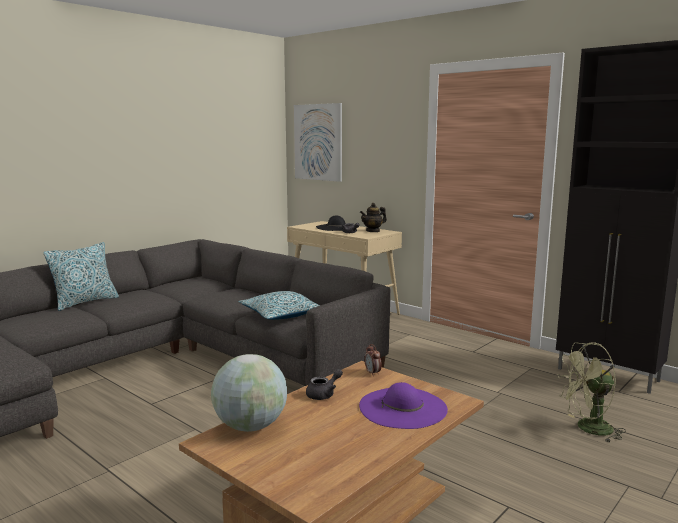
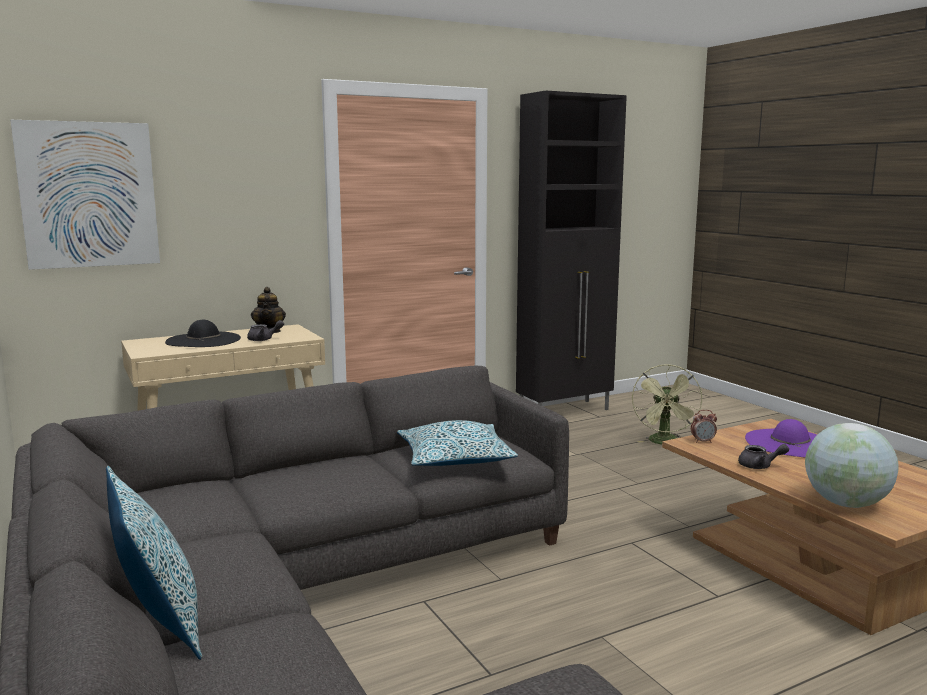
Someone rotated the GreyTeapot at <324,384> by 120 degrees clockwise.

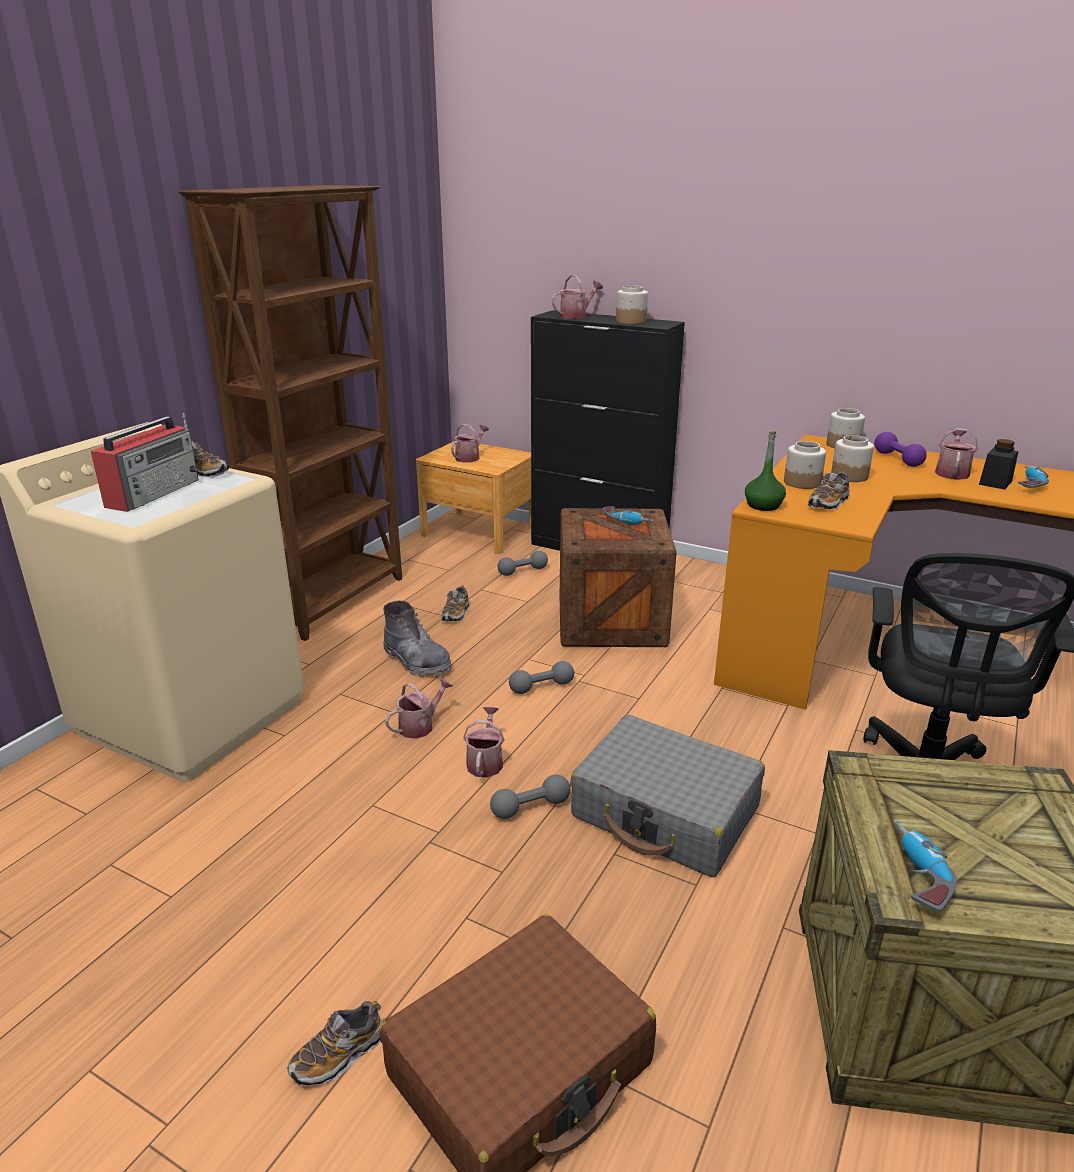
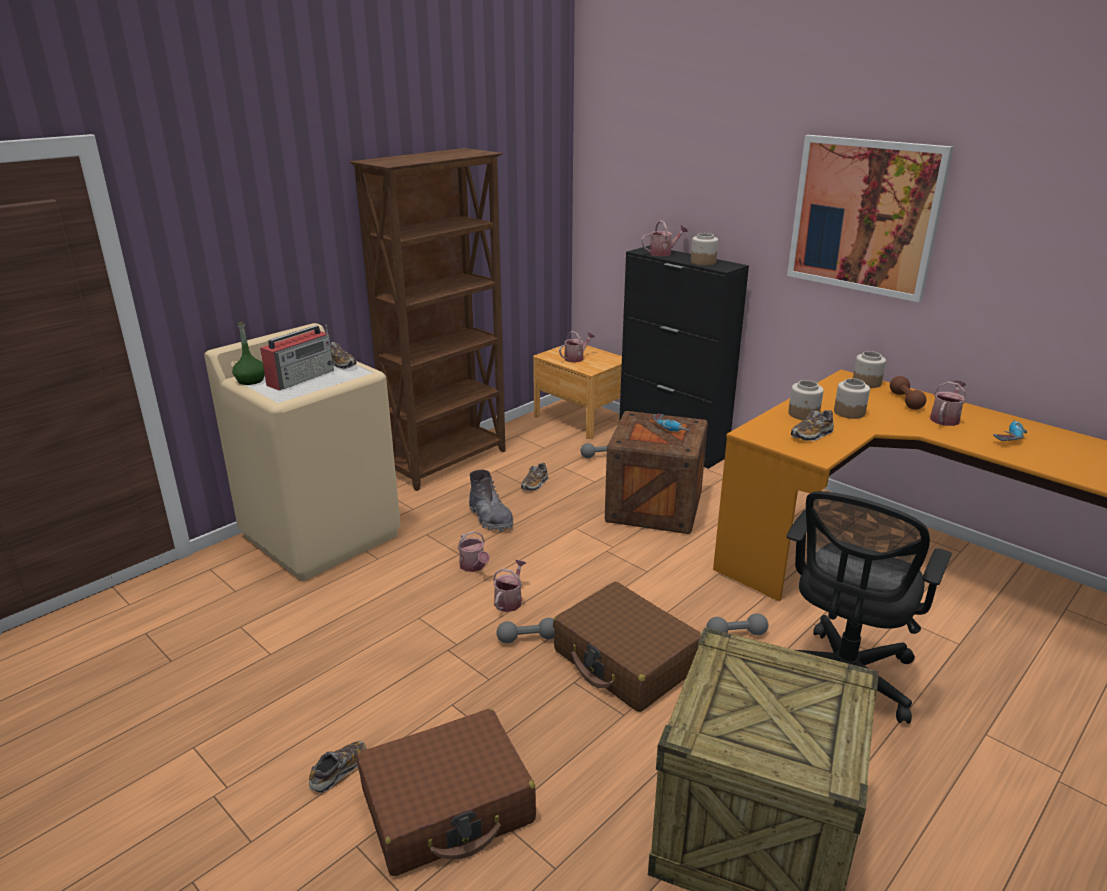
Someone rotated the Shoe at <335,1043> by 150 degrees clockwise.
Someone rotated the WateringCan at <419,708> by 90 degrees clockwise.
Someone carried the GreyDumbbell from <541,677> to <737,624>.
Someone repainted the GreySuitcase at <667,796>, which became the BrownSuitcase at <627,647>.
Someone carried the GreenBottle from <765,471> to <248,353>.
Someone repainted the PurpleDumbbell at <900,449>, which became the BrownDumbbell at <908,393>.
Someone took away the PowerDrill at <925,865>.
Someone took away the BlackJar at <999,464>.
Someone put up the Picture at <870,218>.

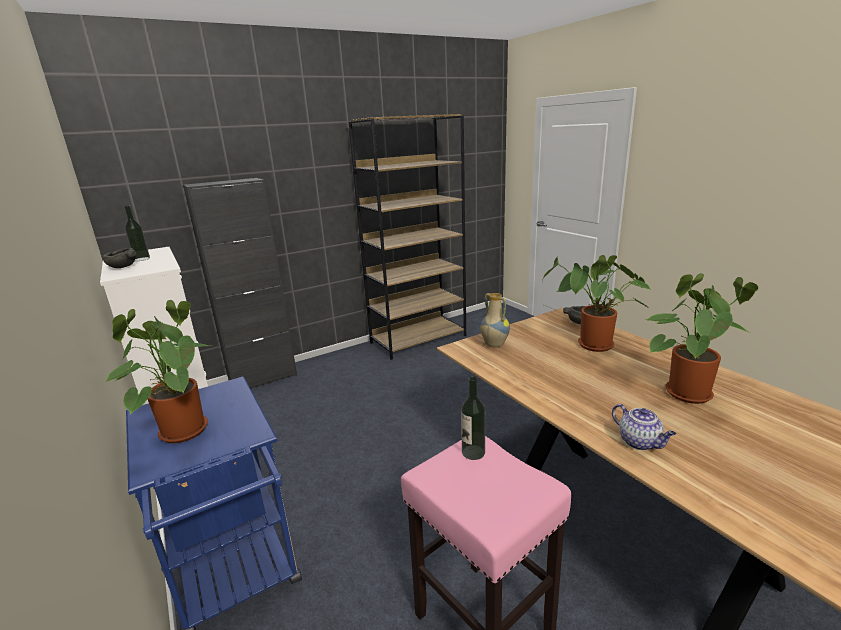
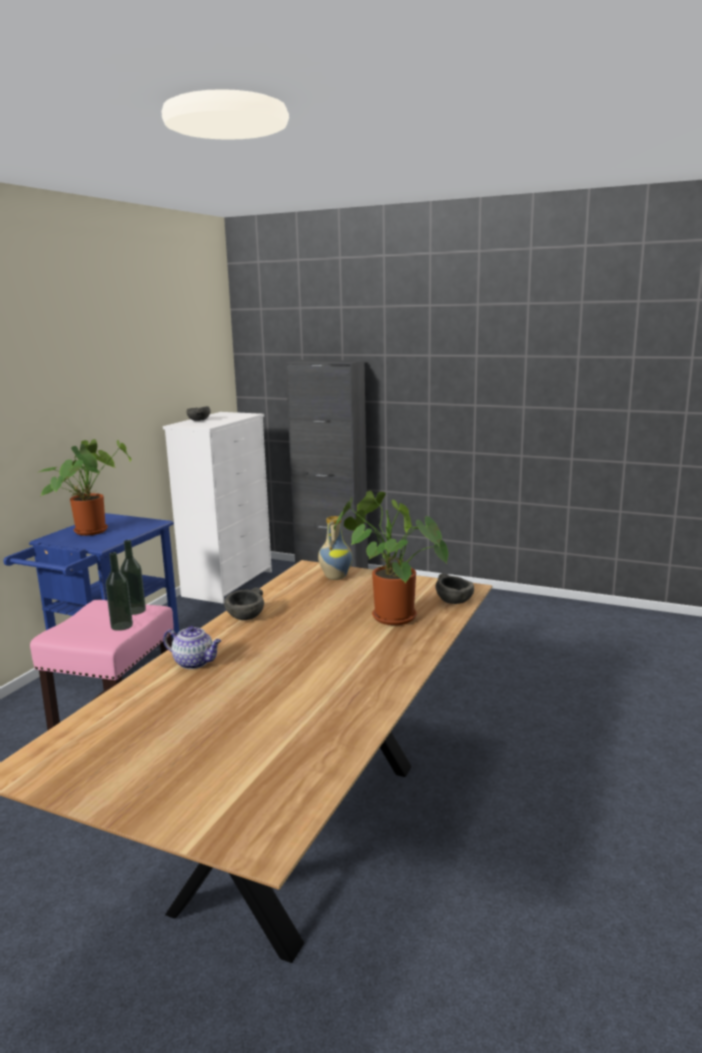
Someone carried the Bottle from <137,233> to <119,591>.
Someone took away the BrownBookcase at <407,237>.
Someone rotated the Teapot at <644,427> by 90 degrees counterclockwise.
Someone took away the PottedPlant at <702,338>.
Someone put down the GreyBowl at <244,603>.

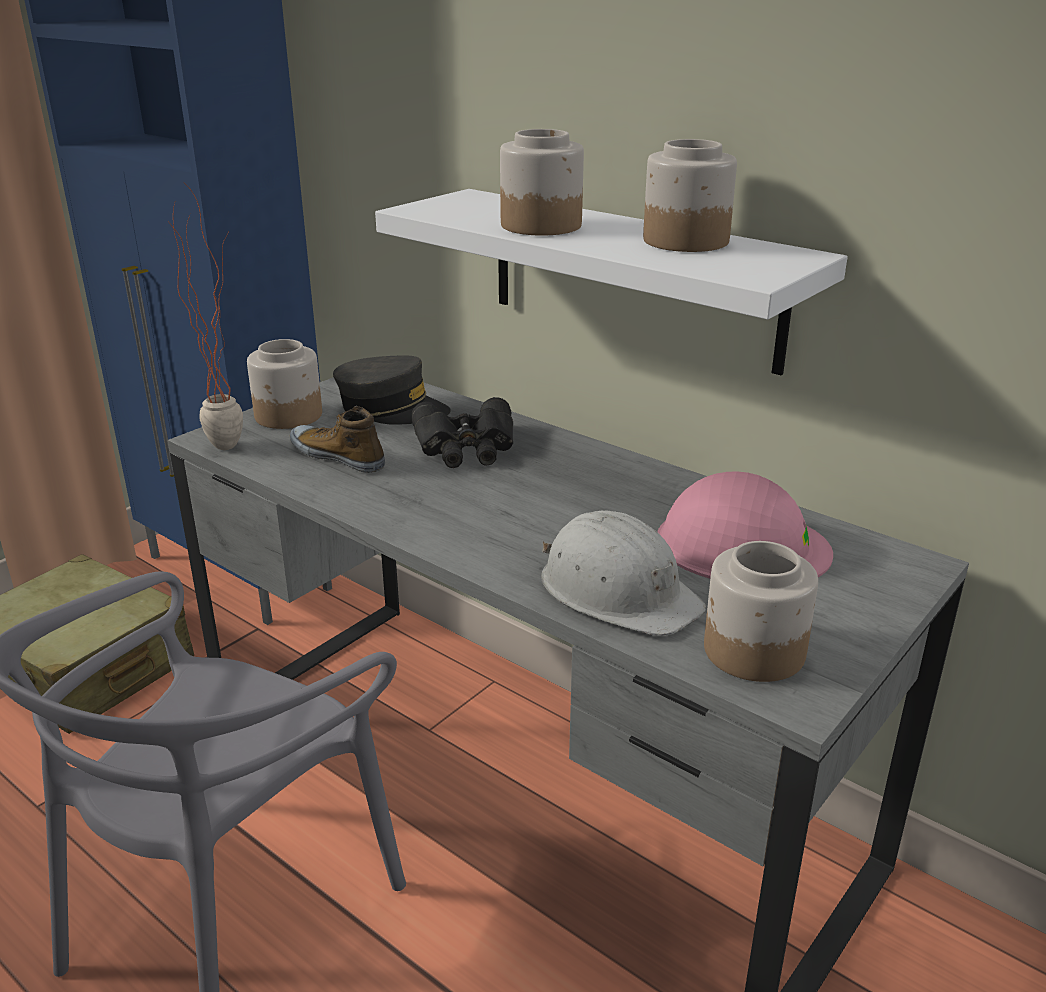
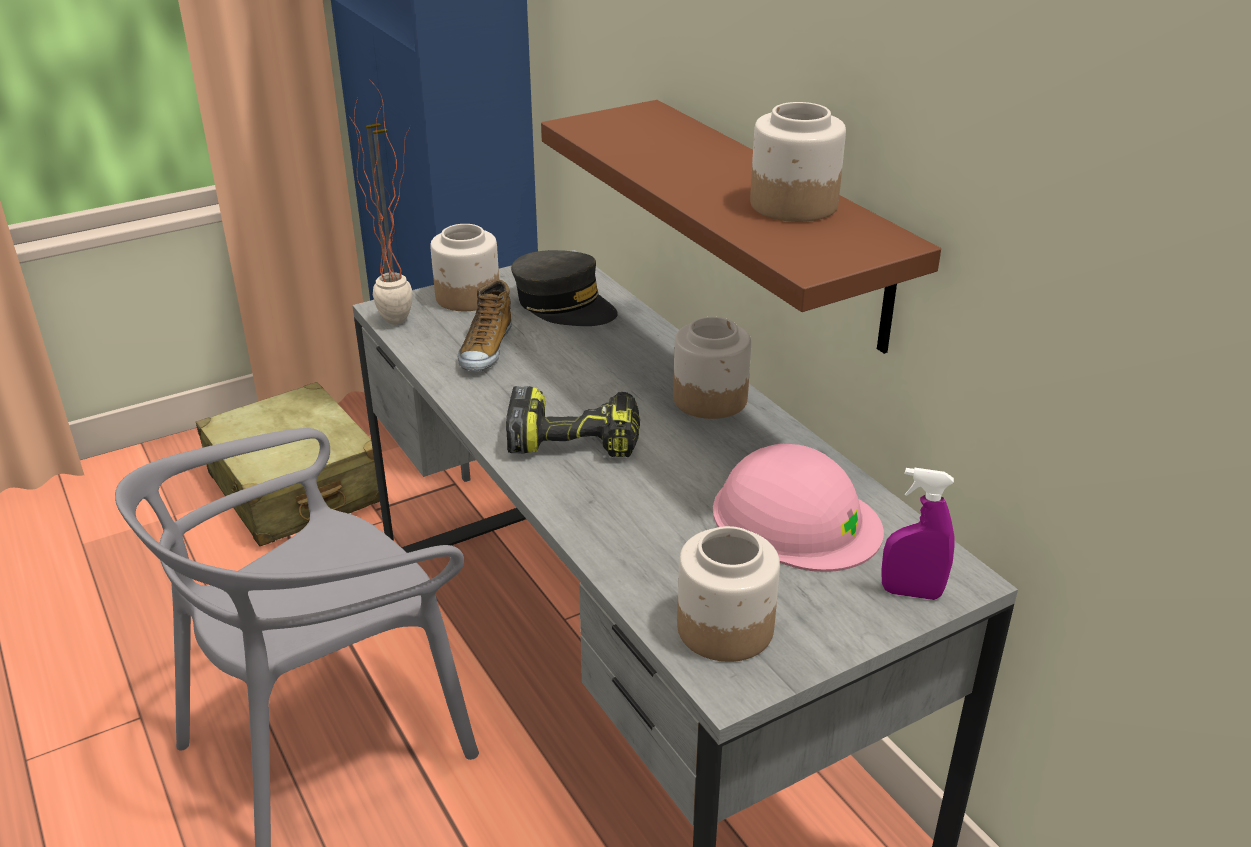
Someone rotated the Shoe at <337,439> by 135 degrees counterclockwise.
Someone repainted the WhiteShelf at <611,282>, which became the BrownShelf at <741,227>.
Someone took away the BlackBinoculars at <462,432>.
Someone carried the Jar from <542,182> to <712,368>.
Someone took away the WhiteHardHat at <623,573>.
Someone put down the PowerDrill at <573,421>.
Someone put down the PurpleSprayBottle at <918,534>.

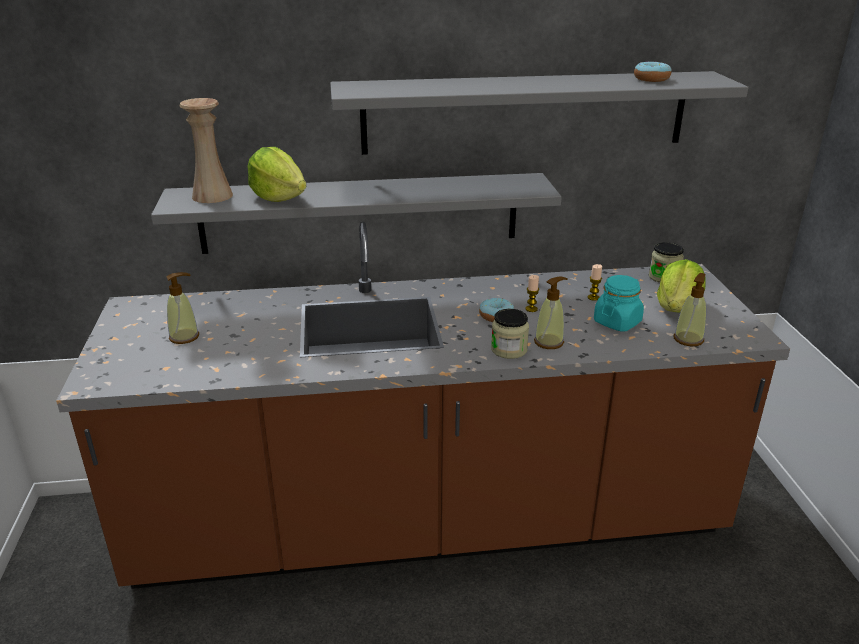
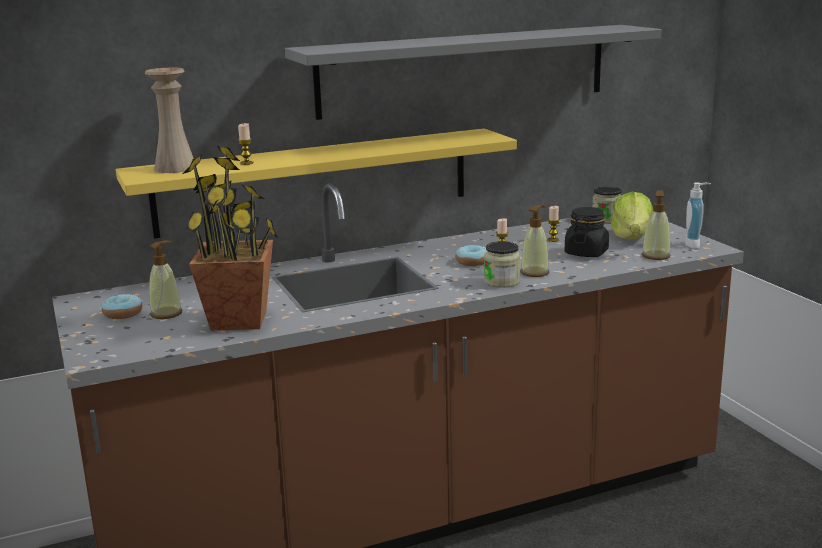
Someone repainted the GreyShelf at <356,213>, which became the YellowShelf at <316,184>.
Someone swapped the Lettuce at <276,174> for the Candle at <246,144>.
Someone repainted the TurquoiseJar at <619,303>, which became the BlackJar at <586,232>.
Someone carried the Donut from <653,72> to <122,306>.
Someone put down the PottedPlant at <230,238>.
Someone put down the SoapDispenser at <698,215>.

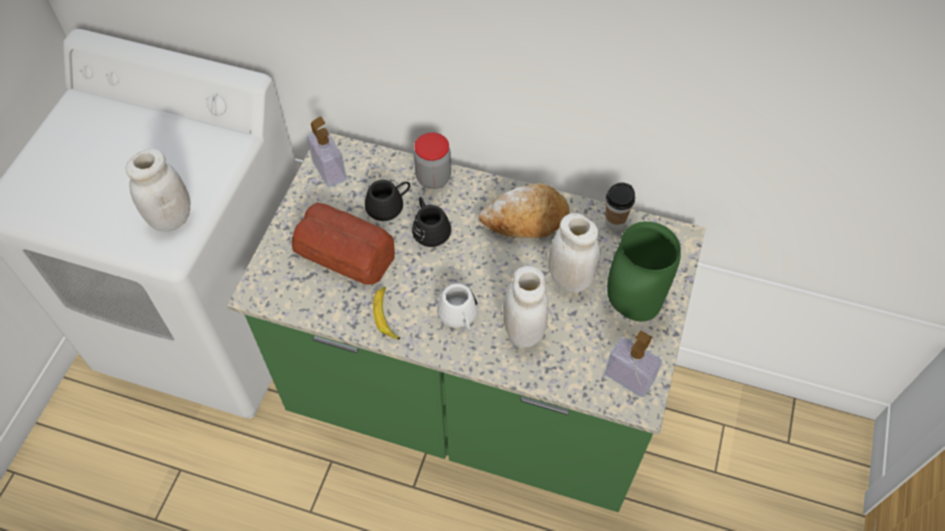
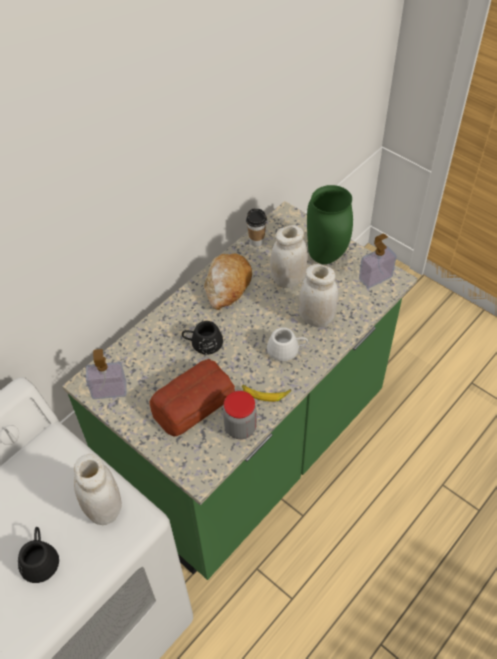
Someone carried the BlackMug from <387,200> to <38,555>.
Someone carried the Jar from <432,161> to <240,415>.

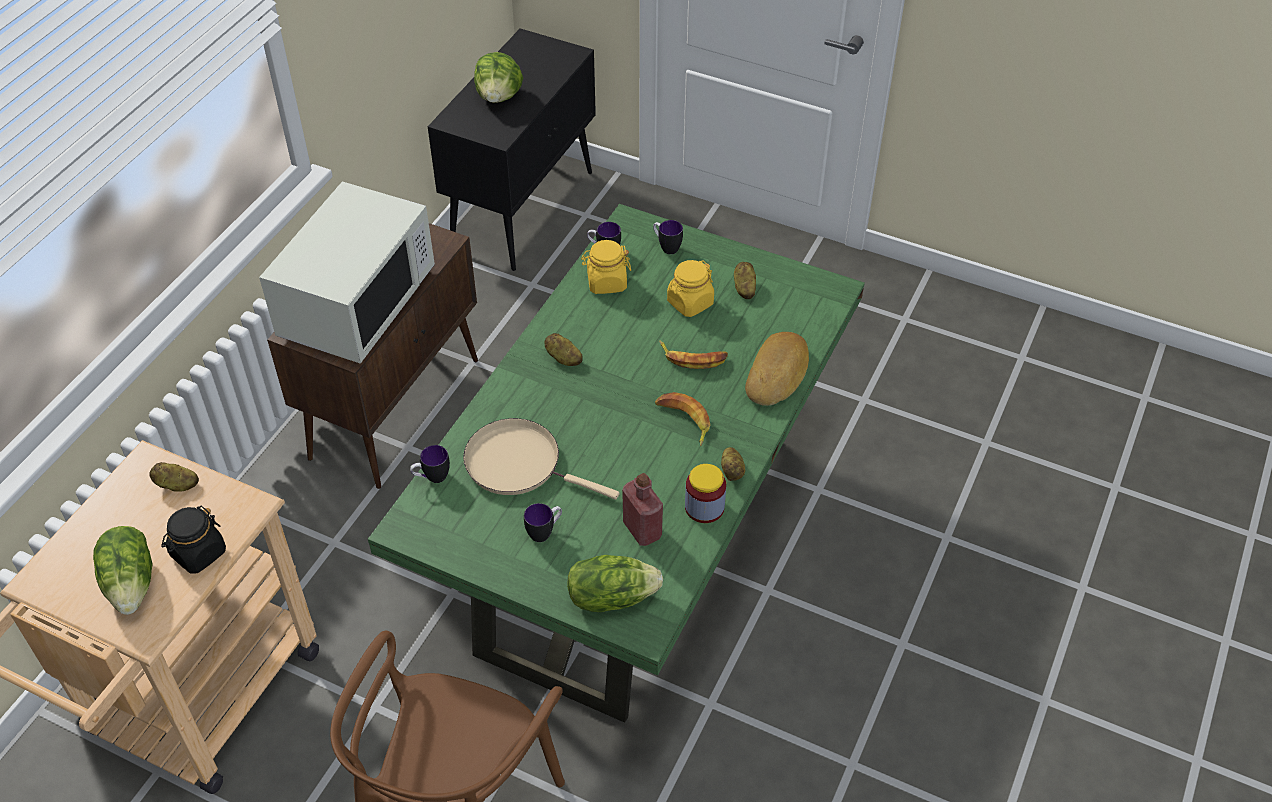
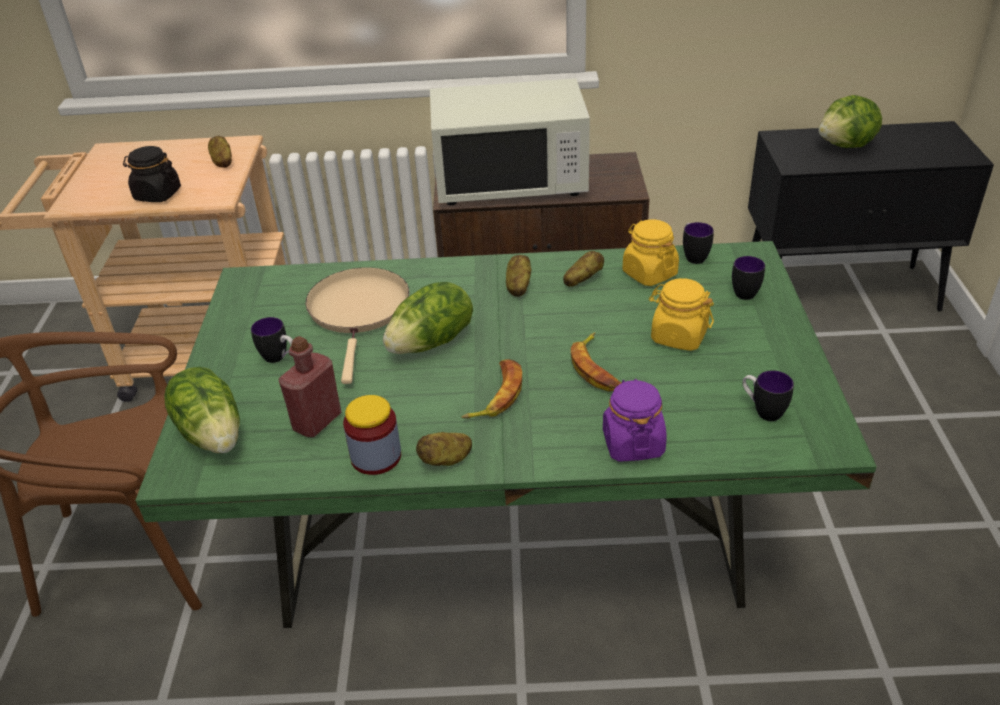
Someone carried the Lettuce from <123,570> to <428,318>.
Someone carried the Mug from <430,464> to <768,395>.
Someone carried the Potato from <745,280> to <583,269>.
Someone swapped the Bread at <777,369> for the PurpleJar at <635,420>.

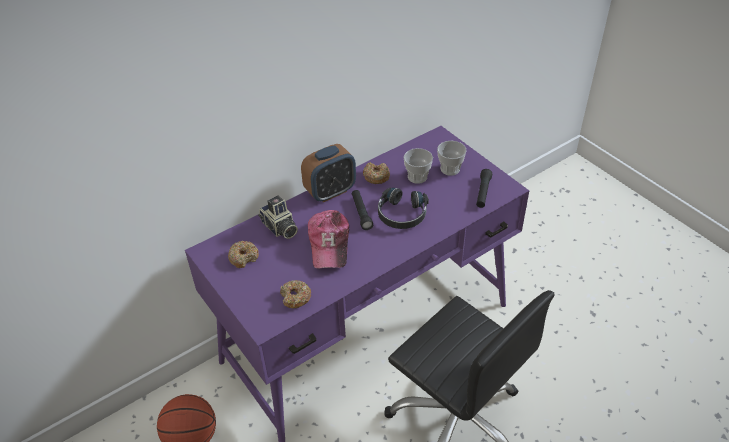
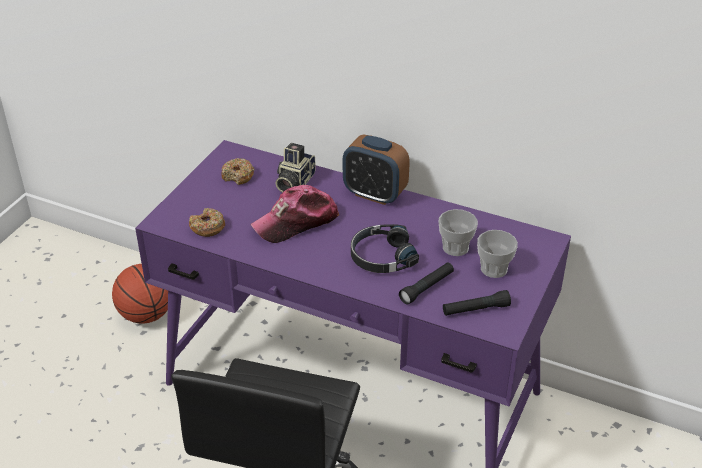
Someone carried the BlackFlashlight from <362,210> to <426,283>.
Someone took away the Donut at <376,173>.

